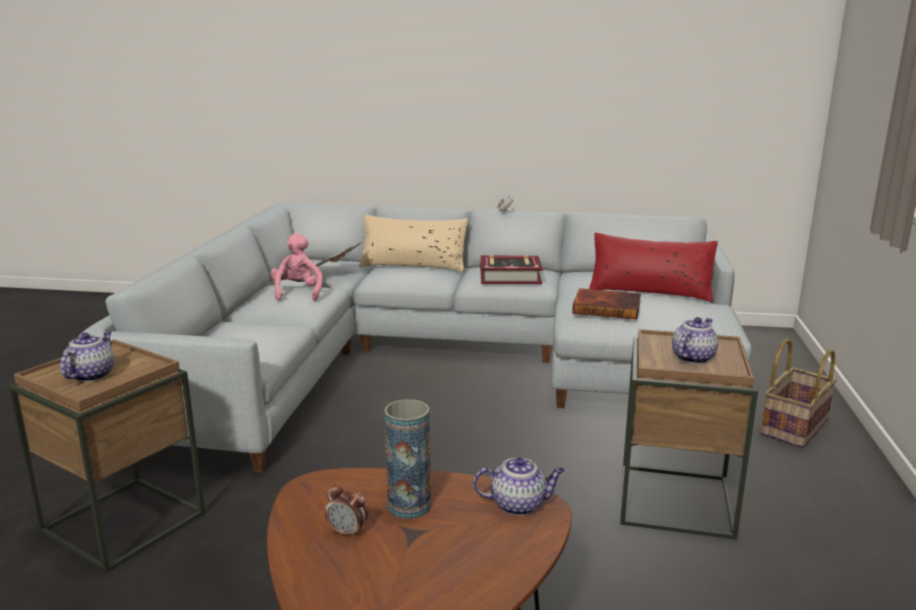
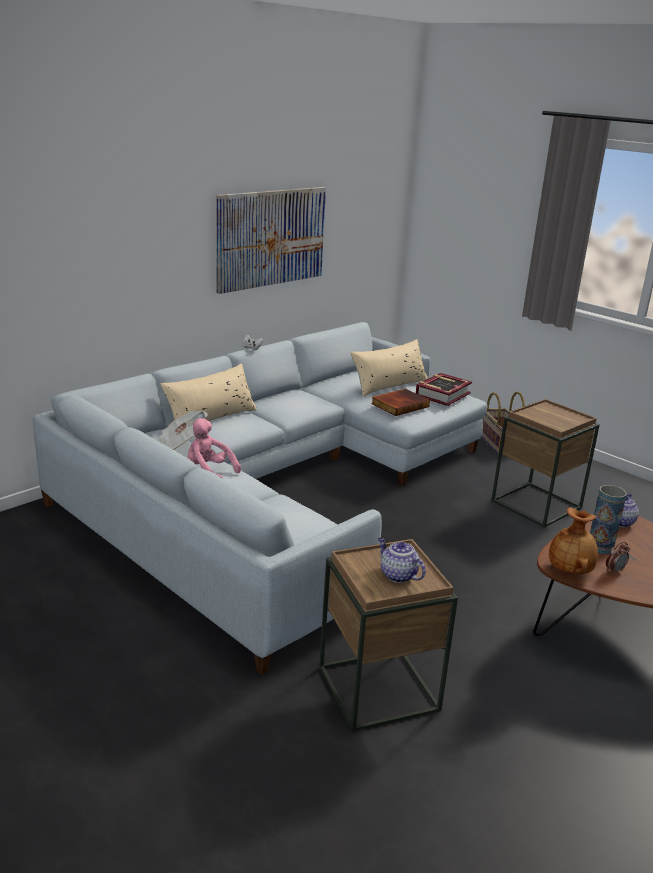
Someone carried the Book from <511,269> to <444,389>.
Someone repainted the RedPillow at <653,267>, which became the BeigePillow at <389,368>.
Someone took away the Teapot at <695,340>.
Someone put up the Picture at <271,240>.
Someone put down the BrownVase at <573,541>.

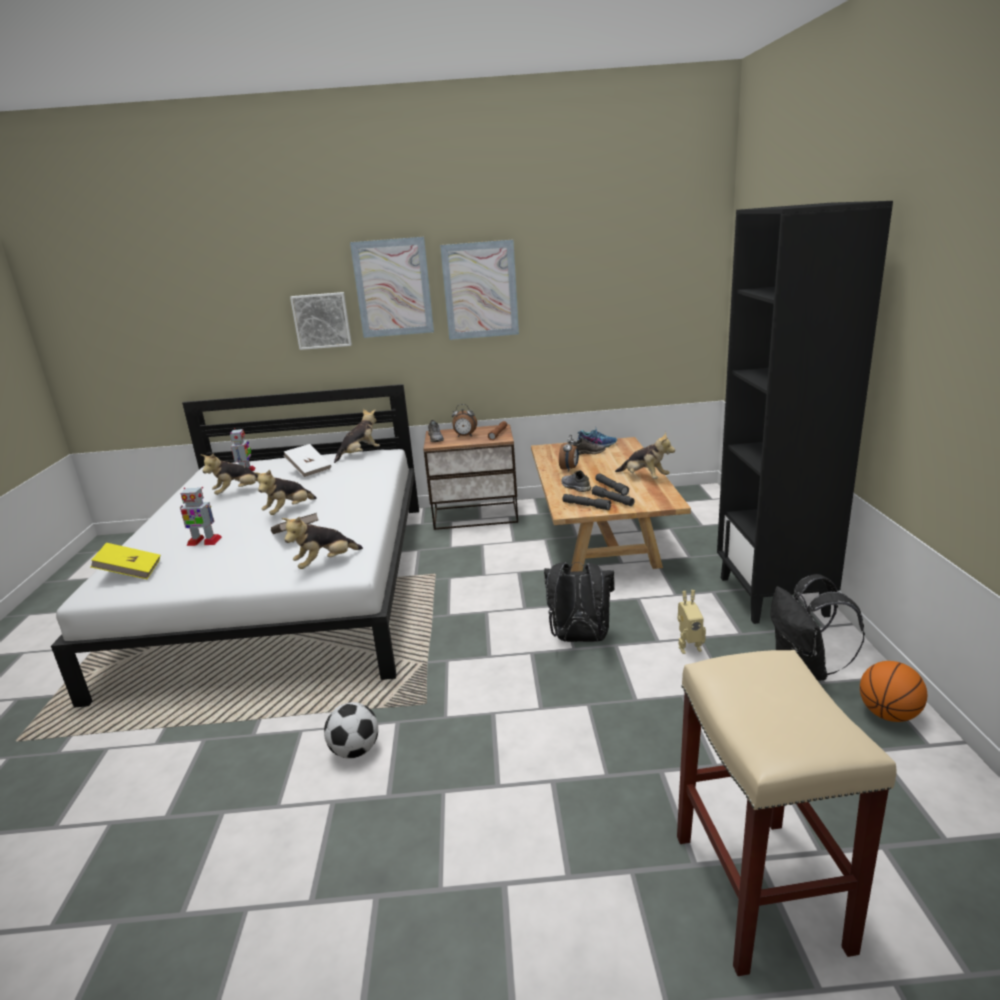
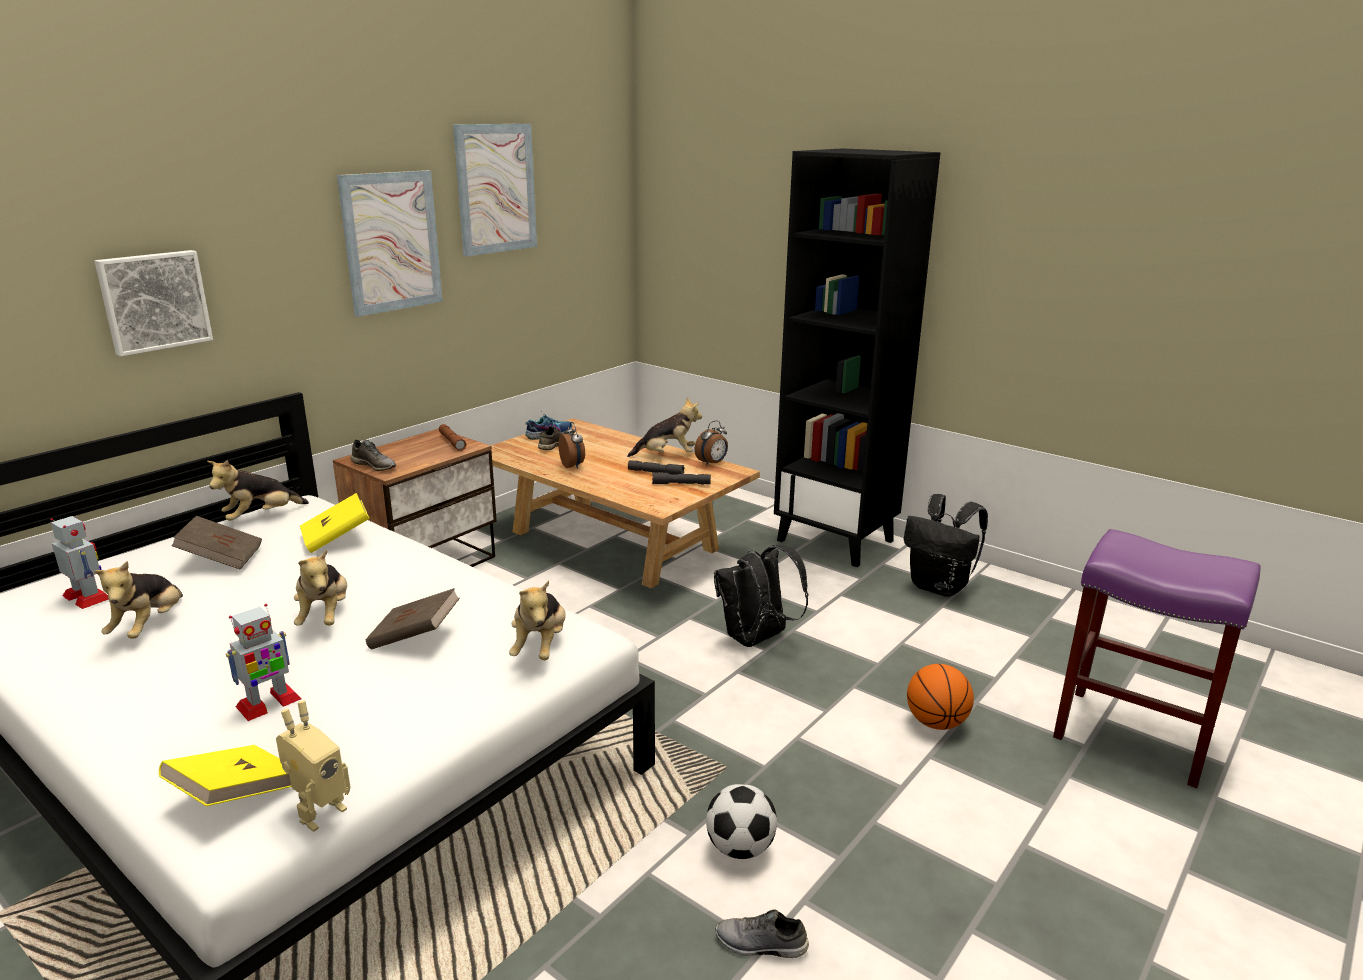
Someone repainted the WhiteBook at <307,461>, which became the BrownBook at <216,542>.
Someone rotated the PlushToy at <357,436> by 135 degrees counterclockwise.
Someone carried the Picture from <392,287> to <495,190>.
Someone carried the AlarmClock from <464,420> to <711,443>.
Someone carried the GreyShoe from <576,481> to <762,933>.
Someone took away the GreyFlashlight at <587,502>.
Someone repainted the BeigeStool at <786,813>, which became the PurpleStool at <1157,658>.
Someone carried the ToyRobot from <692,622> to <313,766>.
Someone carried the Basketball from <893,691> to <940,697>.
Someone put down the YellowBook at <335,523>.

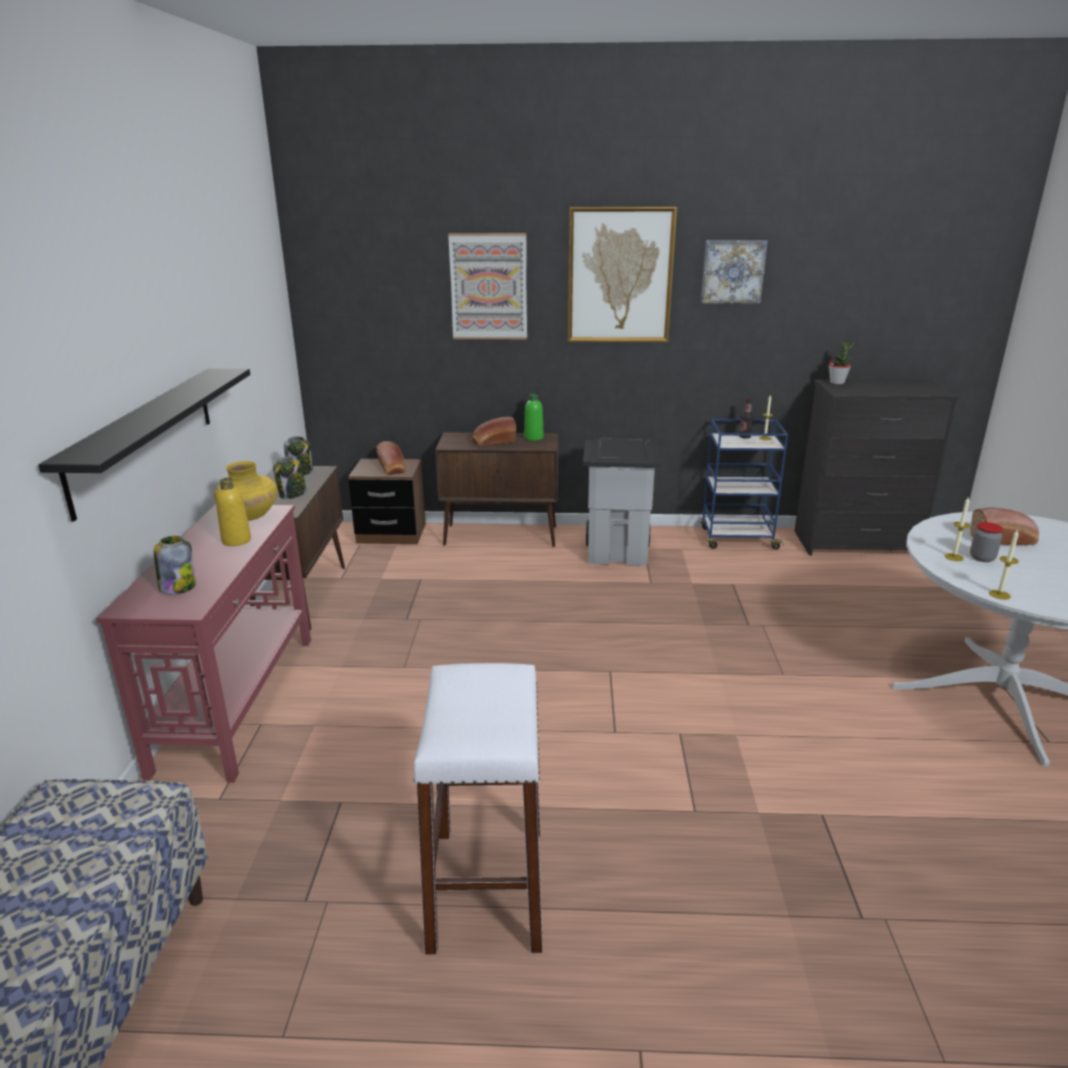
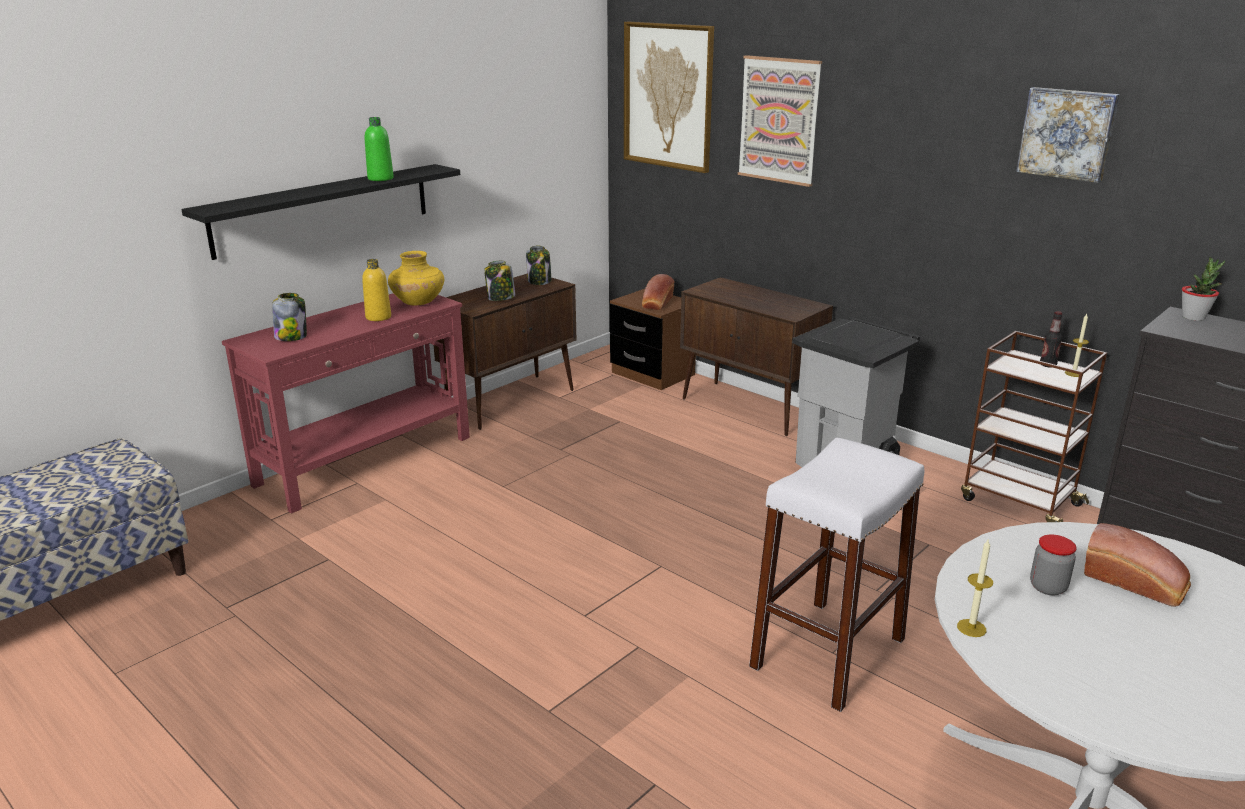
Someone carried the WhiteStool from <478,809> to <836,574>.
Someone took away the Bread at <494,432>.
Someone carried the GreenBottle from <534,417> to <379,149>.
Someone carried the Picture from <622,274> to <669,97>.
Someone repainted the BlueCart at <744,484>, which became the BrownCart at <1034,426>.
Someone took away the Candle at <957,528>.

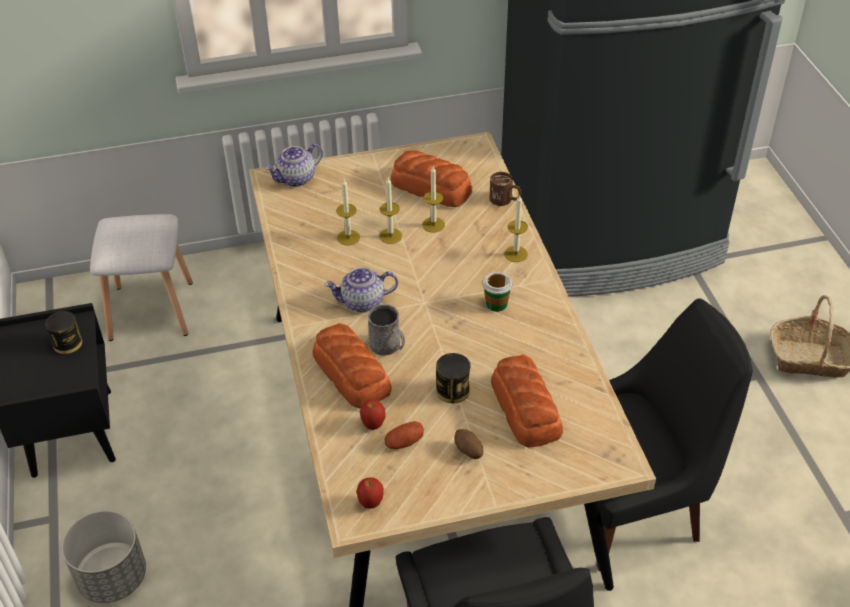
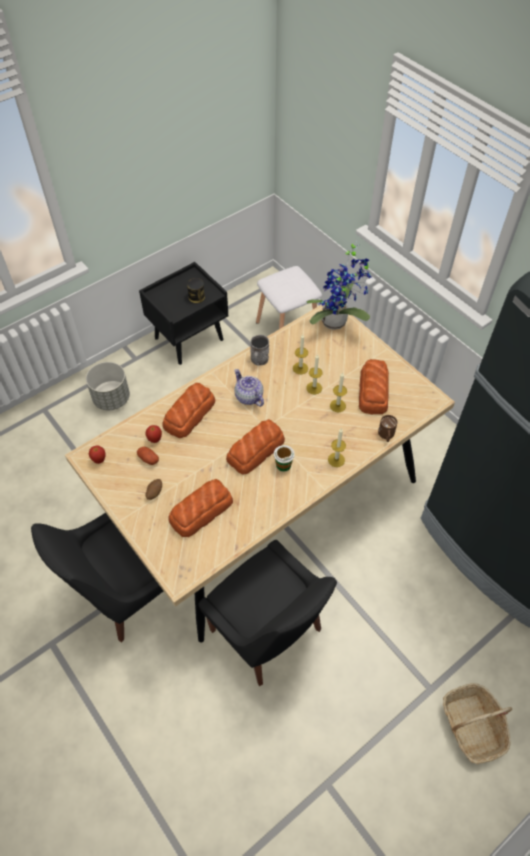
Someone swapped the Teapot at <294,165> for the PottedPlant at <339,285>.
Someone carried the GreyMug from <386,330> to <259,350>.
Someone took away the Can at <453,378>.
Someone put down the Bread at <255,446>.

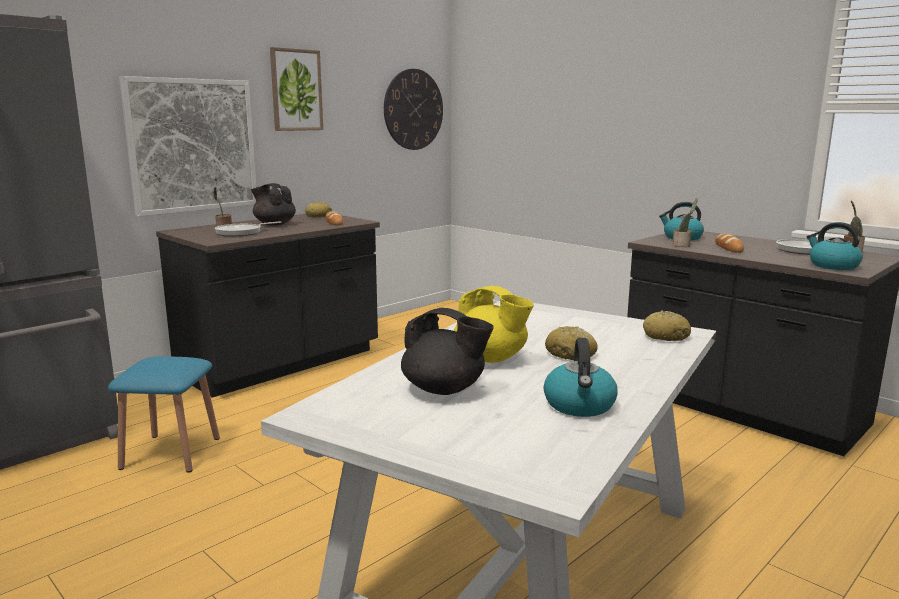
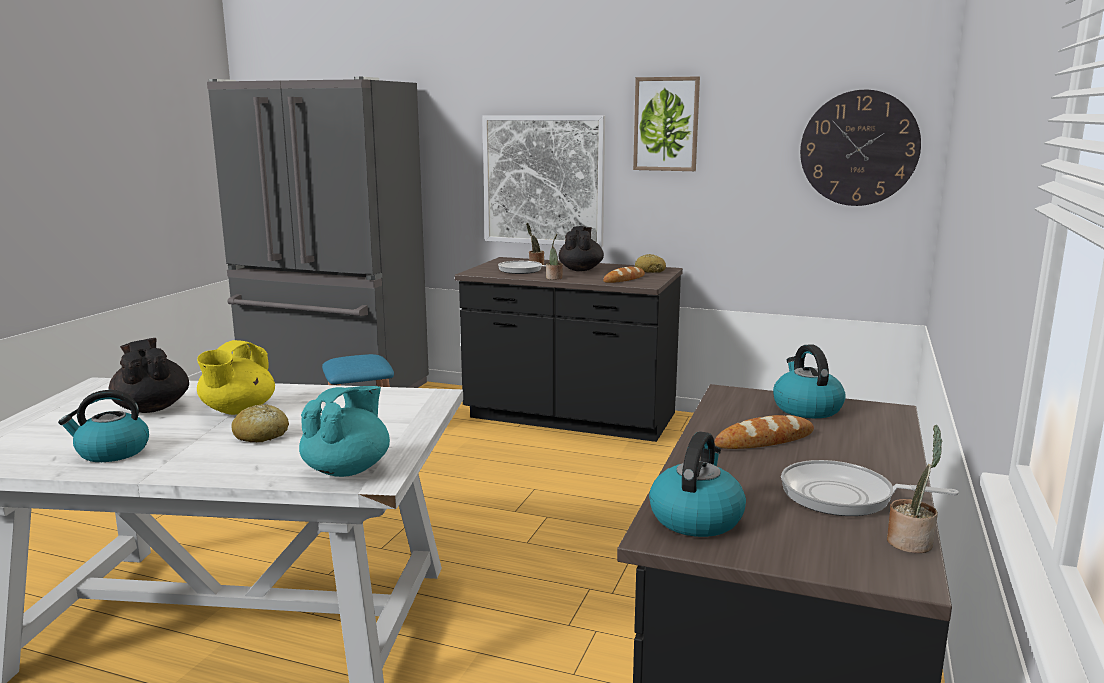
Someone rotated the BlackTeapot at <447,351> by 150 degrees clockwise.
Someone swapped the Bread at <667,325> for the TurquoiseTeapot at <344,431>.
Someone carried the PottedPlant from <685,222> to <554,257>.

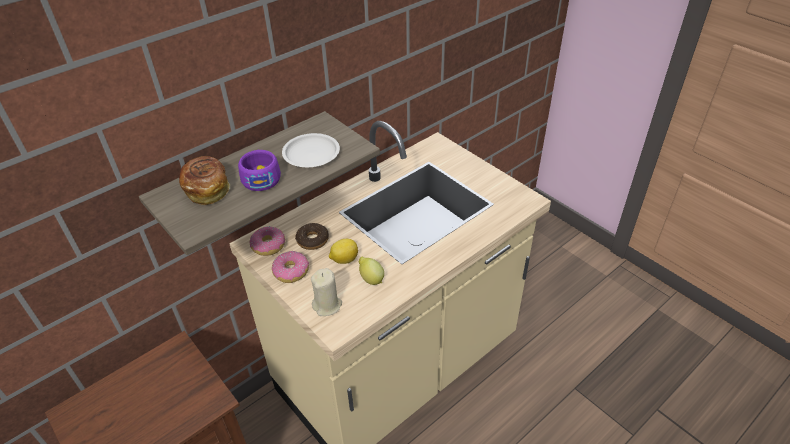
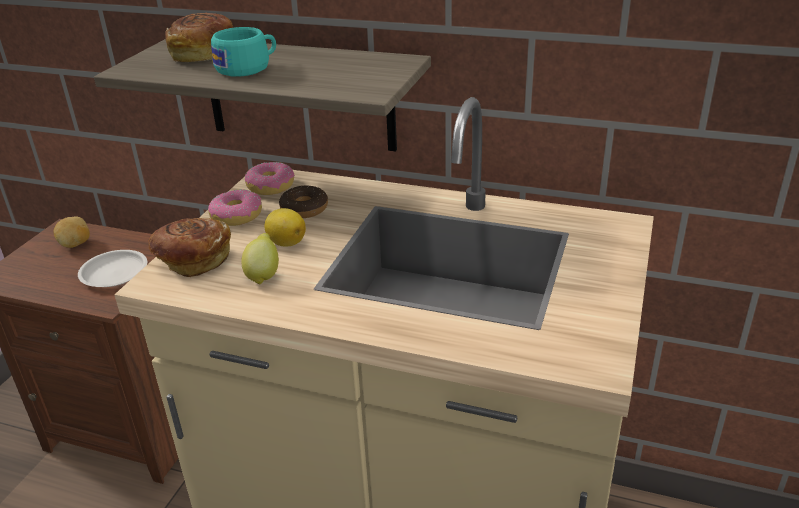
Someone repainted the PurpleCup at <259,170>, which became the TurquoiseCup at <243,52>.
Someone carried the WhitePlate from <311,150> to <112,268>.
Someone swapped the BeigeCandle at <326,292> for the Bread at <189,247>.
Someone put down the Potato at <72,232>.

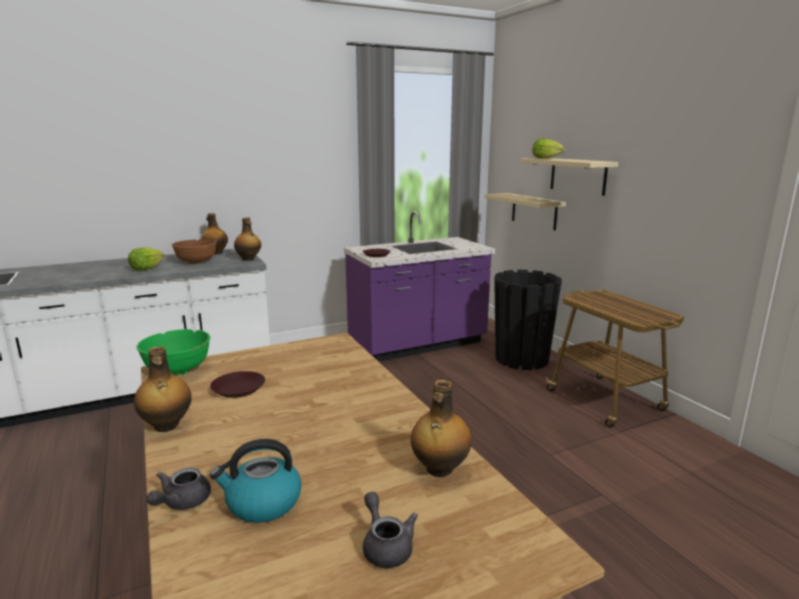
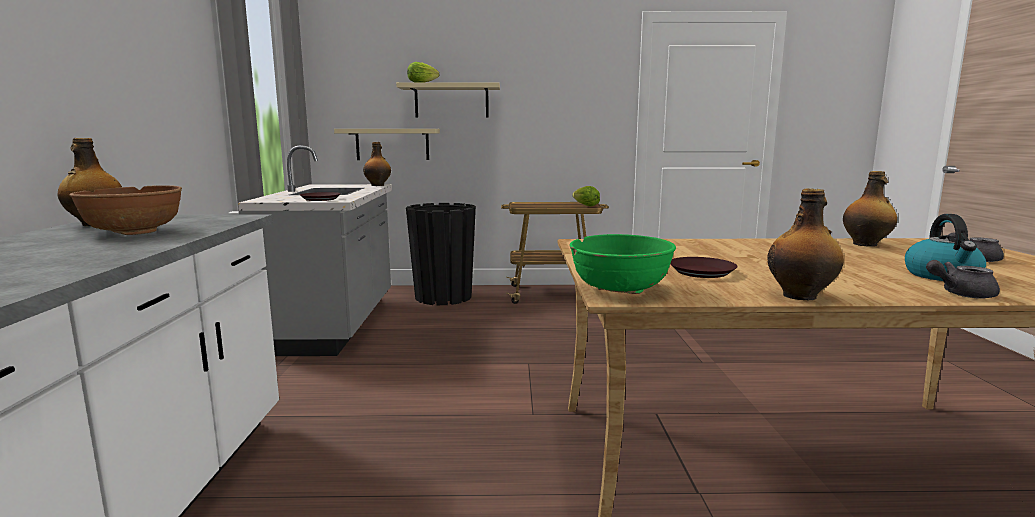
Someone carried the Lettuce from <146,259> to <586,196>.
Someone rotated the GreyTeapot at <178,488> by 135 degrees clockwise.
Someone carried the Bottle from <247,239> to <377,164>.
Someone repainted the PurpleCounter at <419,286>, which became the GreyCounter at <315,251>.

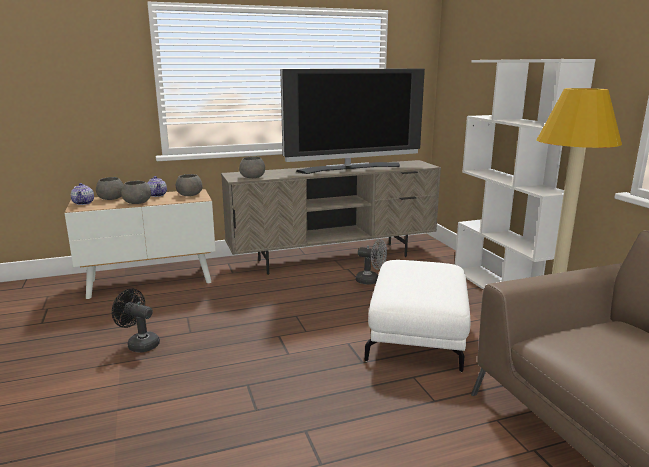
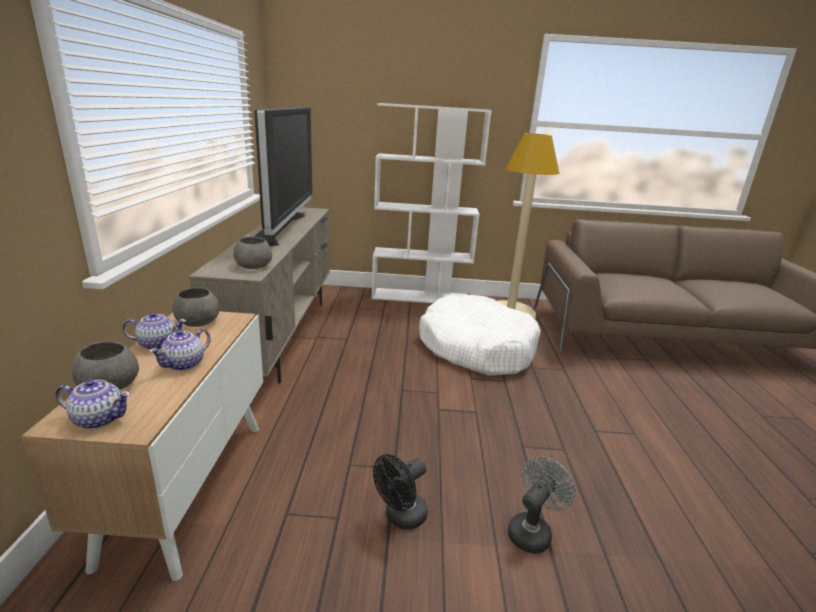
Someone swapped the GreyBowl at <136,192> for the Teapot at <180,350>.
Someone carried the GreyFan from <371,262> to <542,505>.
Someone swapped the WhiteOttoman at <418,316> for the WhiteDogBed at <480,335>.

